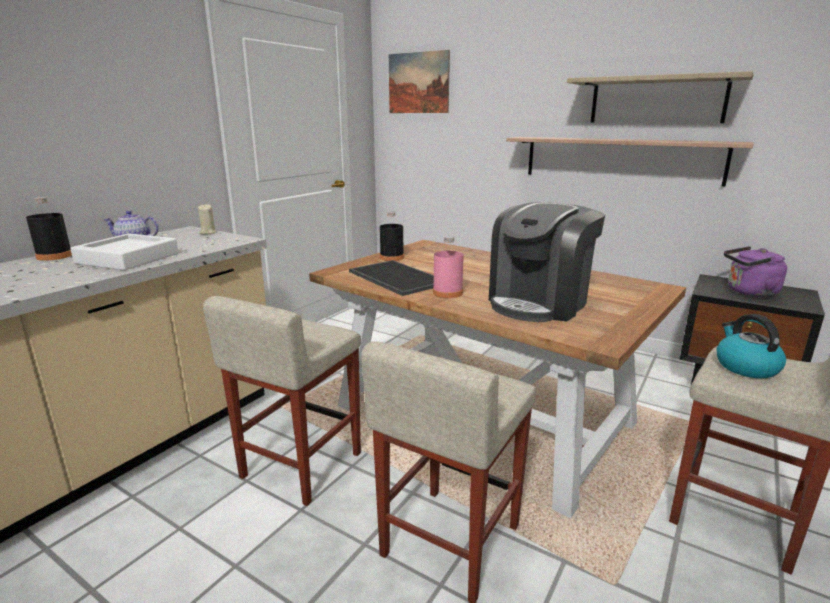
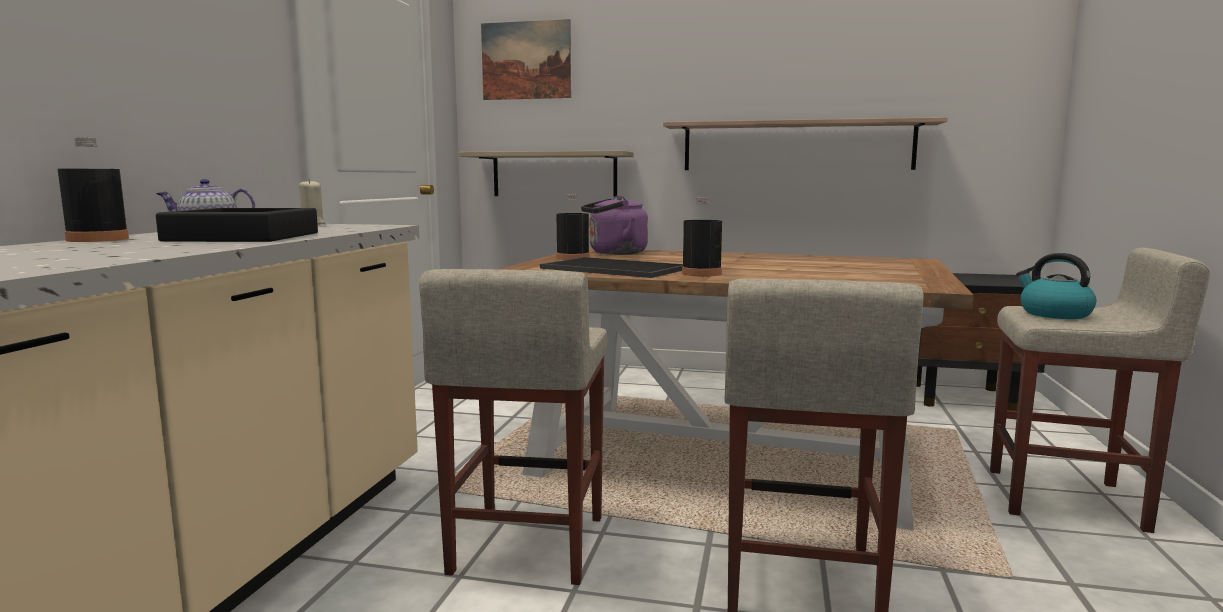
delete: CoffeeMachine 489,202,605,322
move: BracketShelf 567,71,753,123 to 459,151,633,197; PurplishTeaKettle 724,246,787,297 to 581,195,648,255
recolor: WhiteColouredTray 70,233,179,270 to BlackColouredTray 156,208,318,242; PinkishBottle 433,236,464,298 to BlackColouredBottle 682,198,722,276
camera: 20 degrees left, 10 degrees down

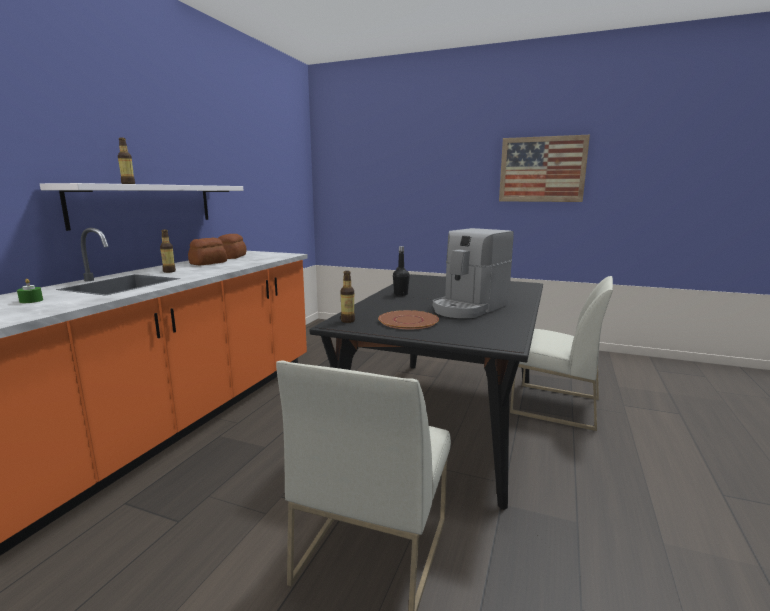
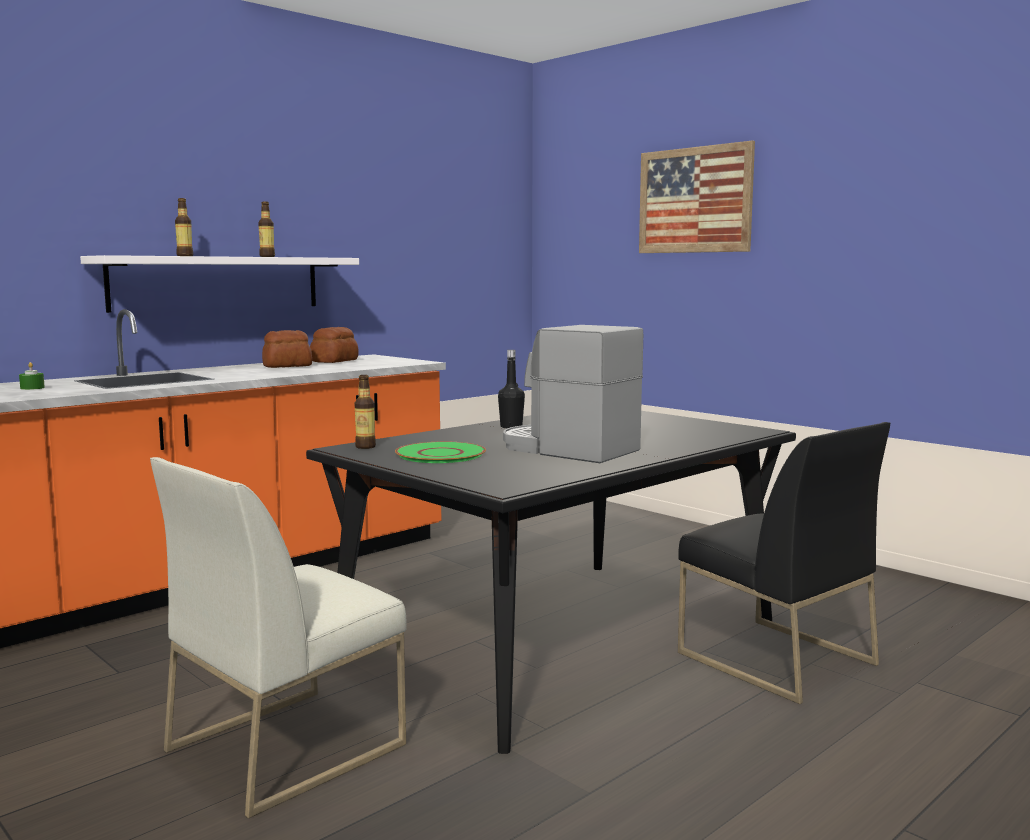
move: Bottle 160,229,176,273 to 258,201,275,257; WallPicture 499,135,590,202 to 639,141,755,253
recolor: BrownishDinnerPlate 378,310,439,329 to GreenColouredDinnerPlate 395,441,486,463; WhiteColouredChair 510,276,613,431 to BlackColouredChair 678,422,891,704
rotate: CoffeeMachine 432,228,514,318 = 503,325,643,463 60 degrees clockwise
camera: 25 degrees right, 5 degrees down

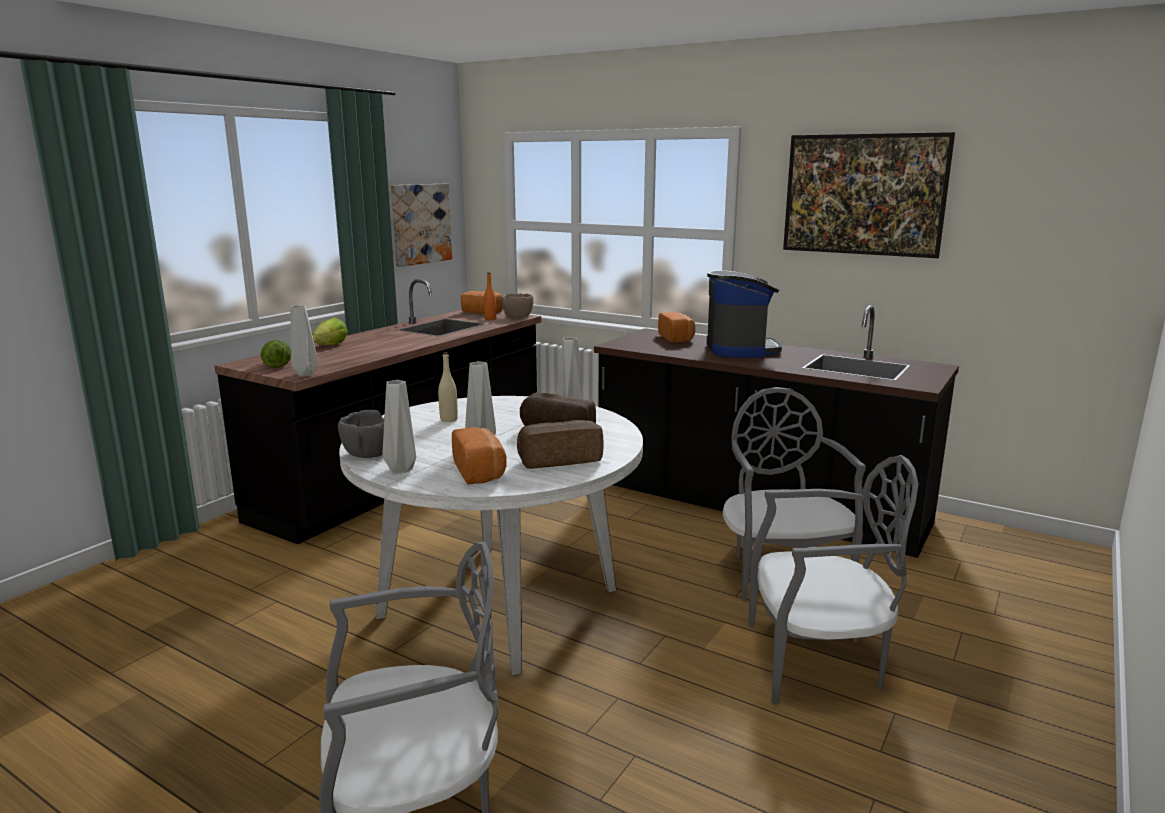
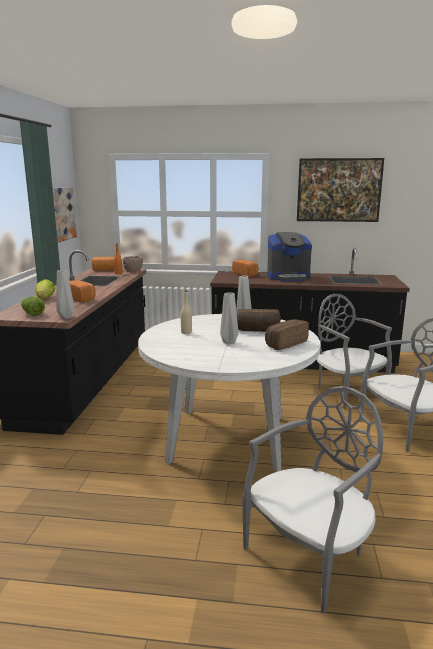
delete: GreyishServingBowl 338,410,384,458; GreyishVase 382,380,416,473
move: BakedBread 452,427,507,484 to 69,280,96,302
rotate: CoffeeMachine 707,270,782,358 = 267,232,312,281 105 degrees clockwise
camera: 25 degrees left, 0 degrees up

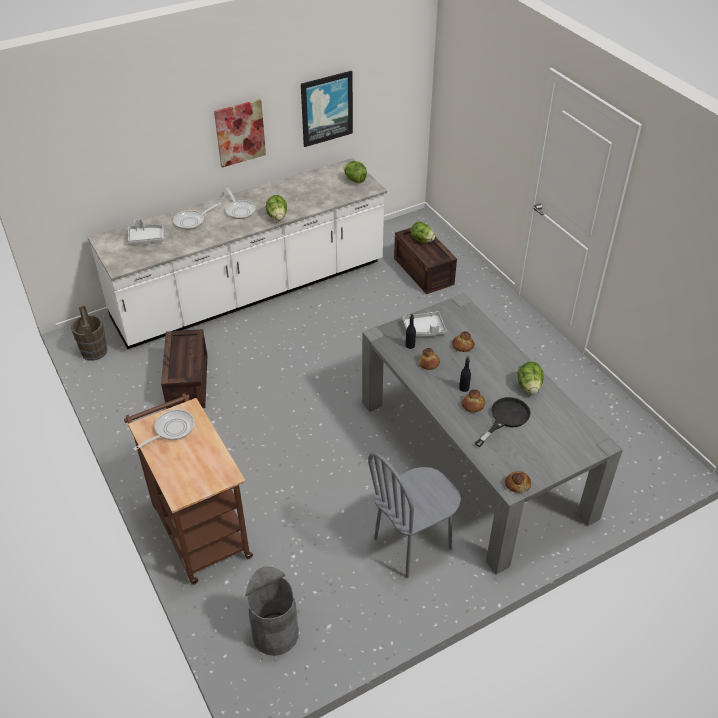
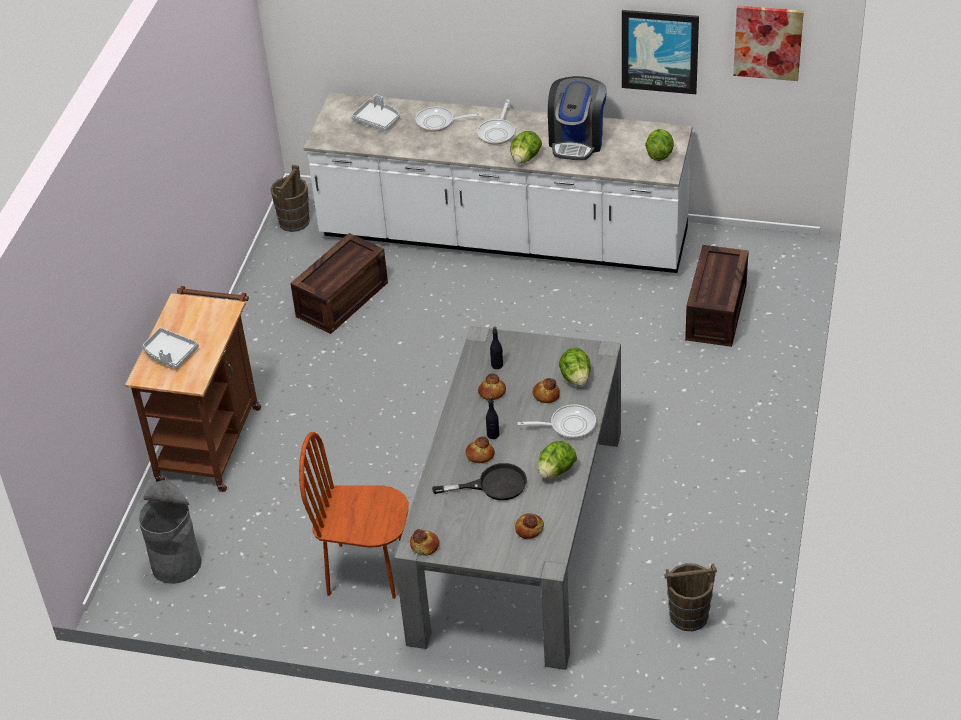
insert: BakedBread 515,513,544,539; CoffeeMachine 548,76,607,160; BrownishWaterBucket 665,563,717,631
move: Pan 133,409,194,451 to 517,404,596,439; WallPicture 214,99,266,168 to 733,5,804,81; GreyishTray 403,312,447,337 to 143,328,199,369; Lettuce 410,222,435,243 to 559,348,591,386
recolor: GreyishChair 368,452,461,578 to BrownishChair 299,432,409,599
camera: 45 degrees right, 0 degrees up

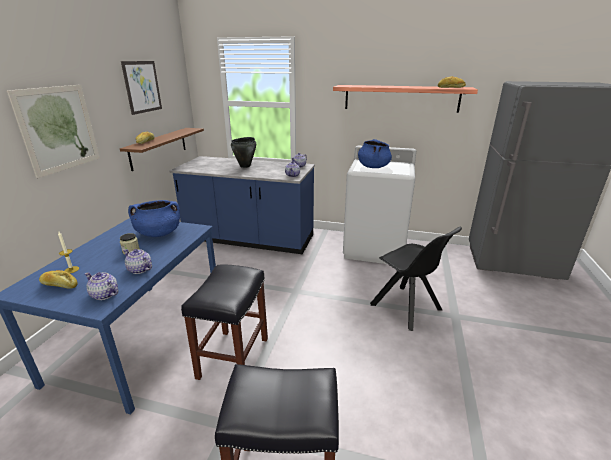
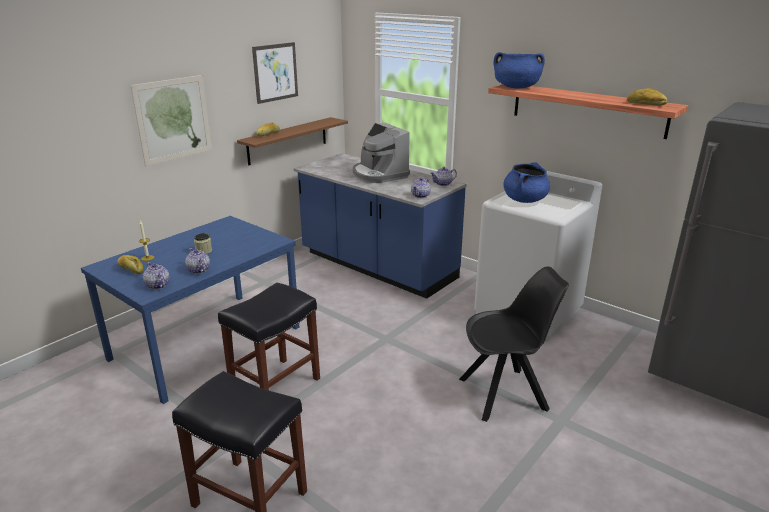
move: BluishStockpot 128,200,180,237 to 493,52,545,89
replace: BlackColouredStockpot 231,137,256,168 to CoffeeMachine 353,123,410,183
rotate: BlackColouredChair 370,227,462,331 = 459,267,569,422 90 degrees counterclockwise
camera: 25 degrees right, 0 degrees up

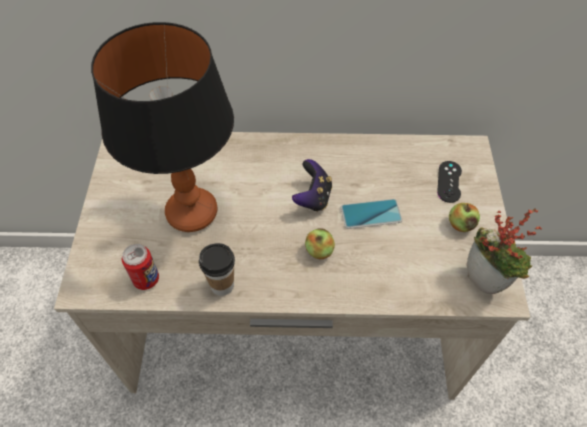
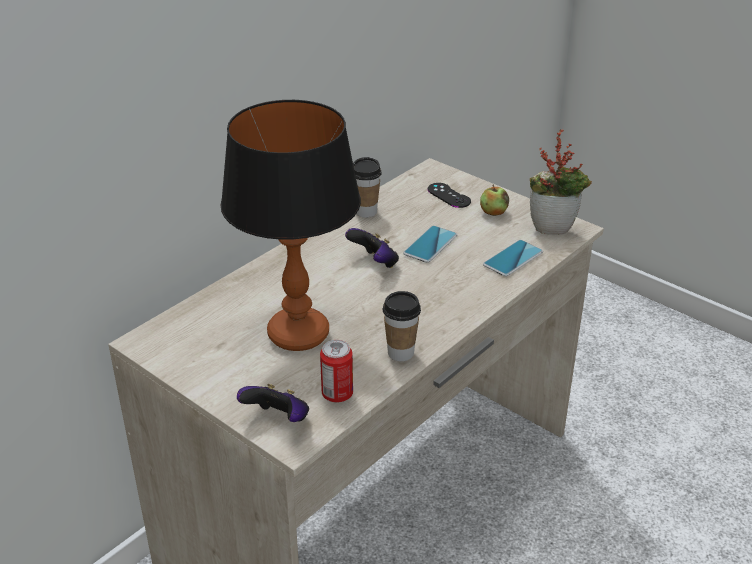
delete: AppleFruit 305,229,335,259
insert: GameController 237,384,309,422; DrinkingCup 353,157,382,218; Telephone 483,240,543,277
camera: 50 degrees left, 20 degrees down

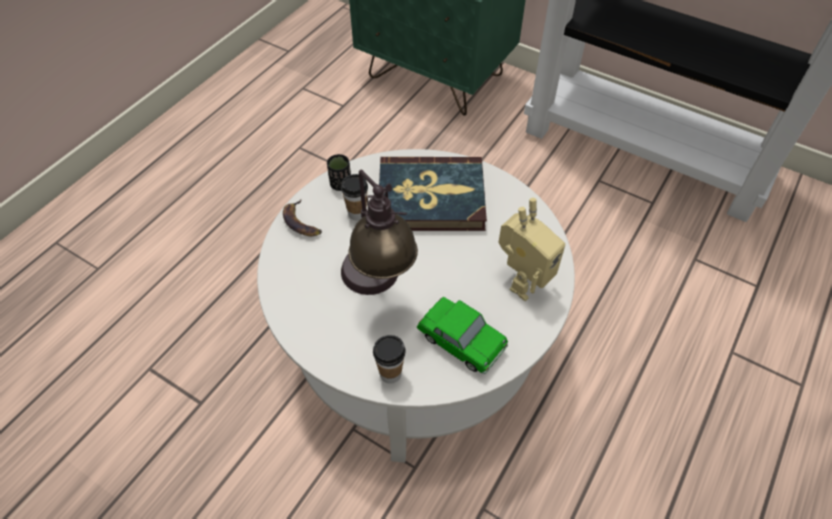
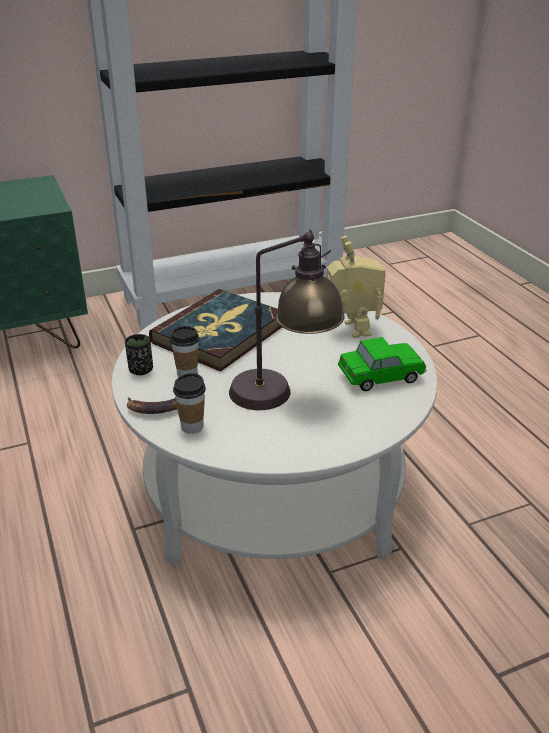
move: DrinkingCup 373,335,405,384 to 173,373,206,434
camera: 55 degrees left, 20 degrees down

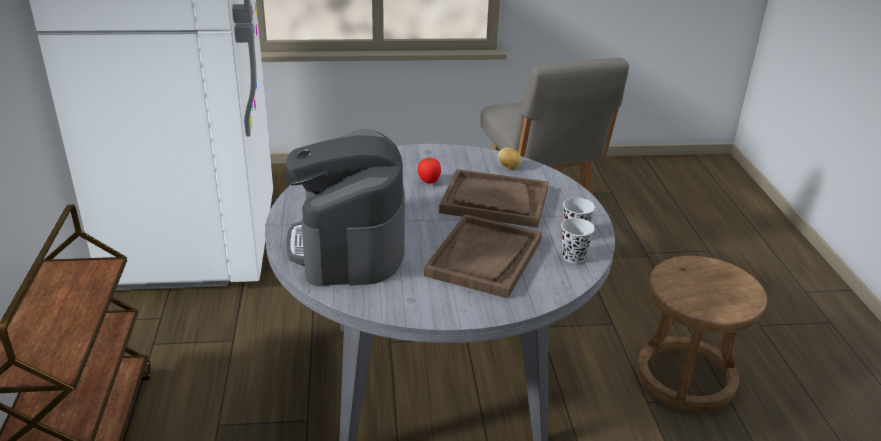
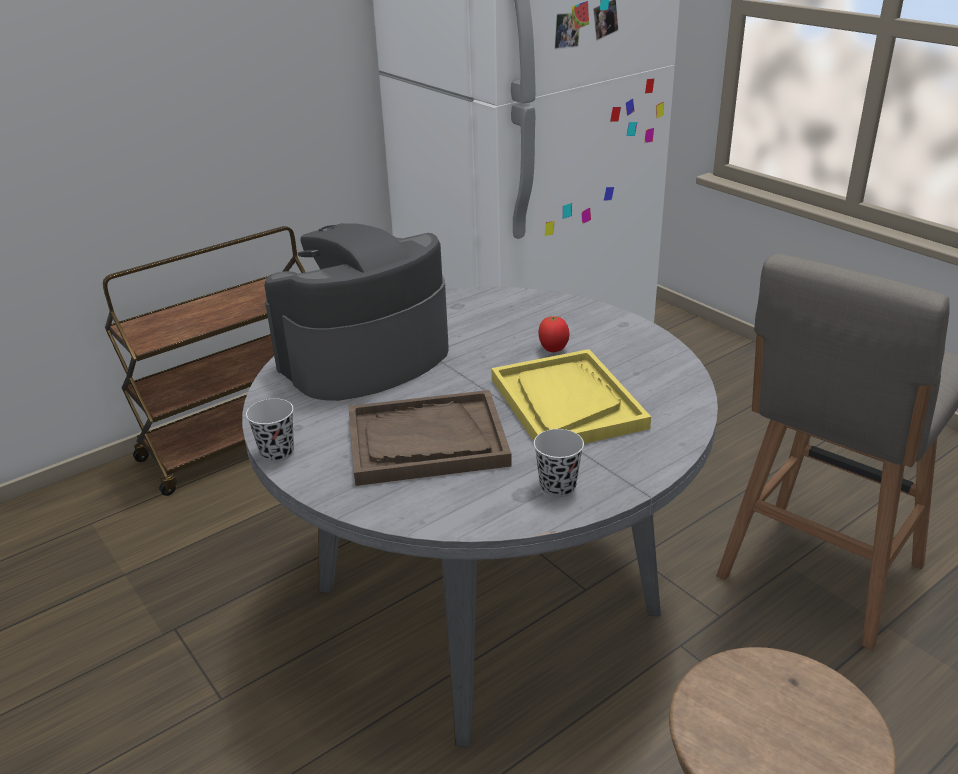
delete: Spud 498,147,522,169
move: BlackColouredDrinkingCup 561,218,595,264 to 246,399,294,463
recolor: BrownishTray 439,169,549,228 to YellowTray 491,349,651,444
camera: 60 degrees right, 0 degrees up

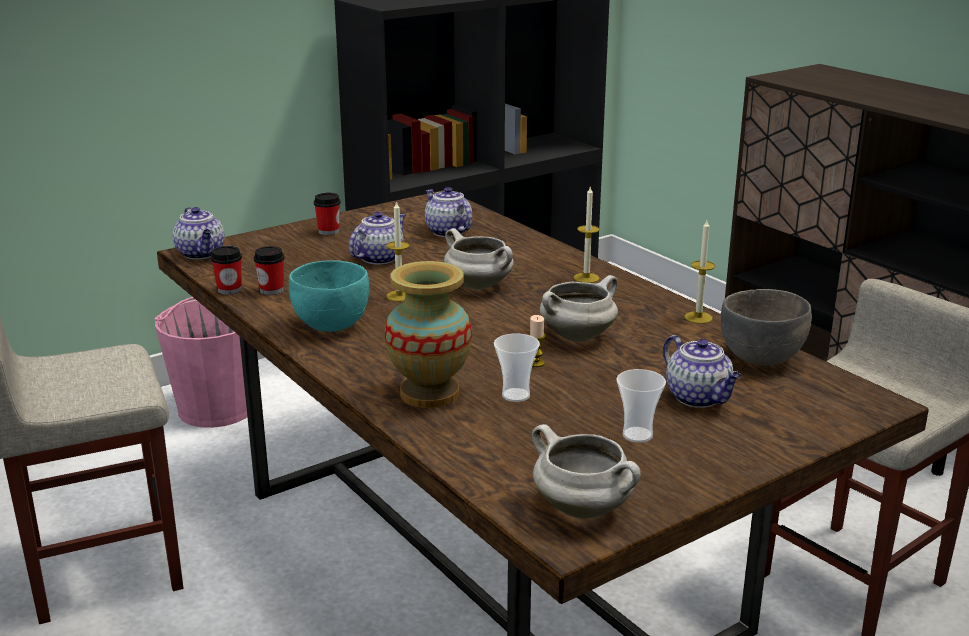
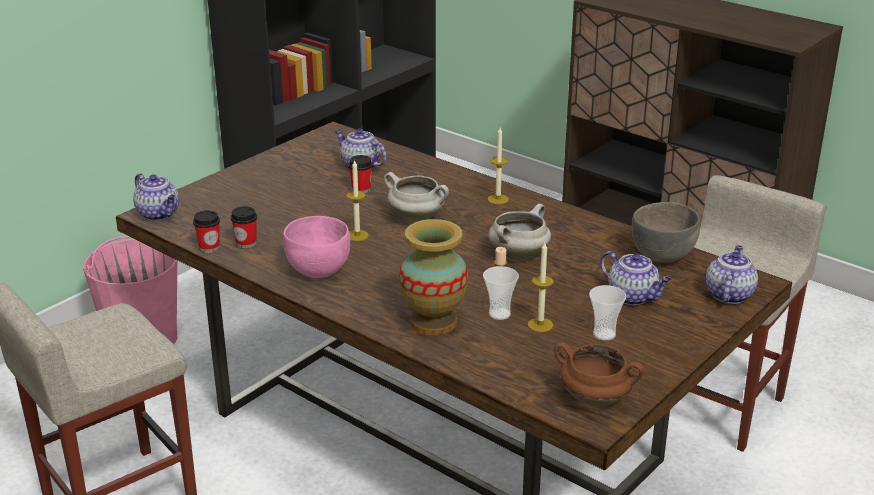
move: DrinkingCup 314,193,341,235 to 348,155,373,193; PotForTea 349,211,406,265 to 706,245,758,304; WaxCandle 685,220,715,324 to 528,243,554,332
recolor: TurquoiseServingBowl 289,261,369,332 to PinkishServingBowl 283,216,350,278; WhiteColouredStockpot 532,424,641,519 to BrownishStockpot 554,342,644,407
camera: 15 degrees left, 5 degrees up

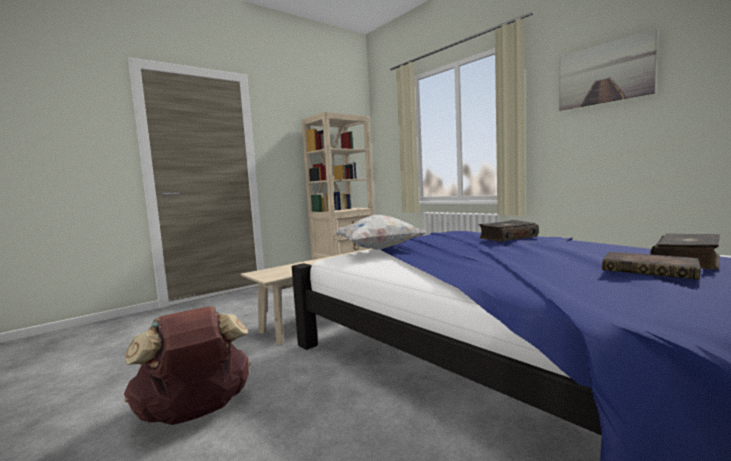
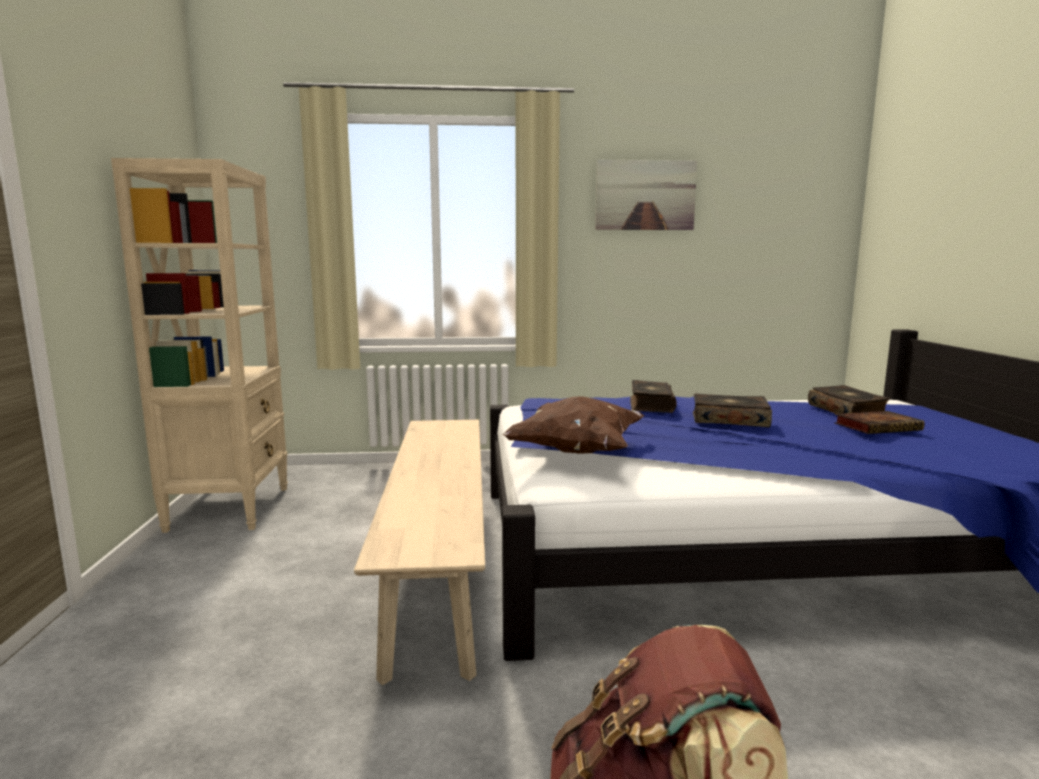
insert: Book 693,394,772,427
recolor: WhiteColouredThrowPillow 335,215,427,250 to BrownishThrowPillow 502,396,645,454
camera: 55 degrees left, 5 degrees up

